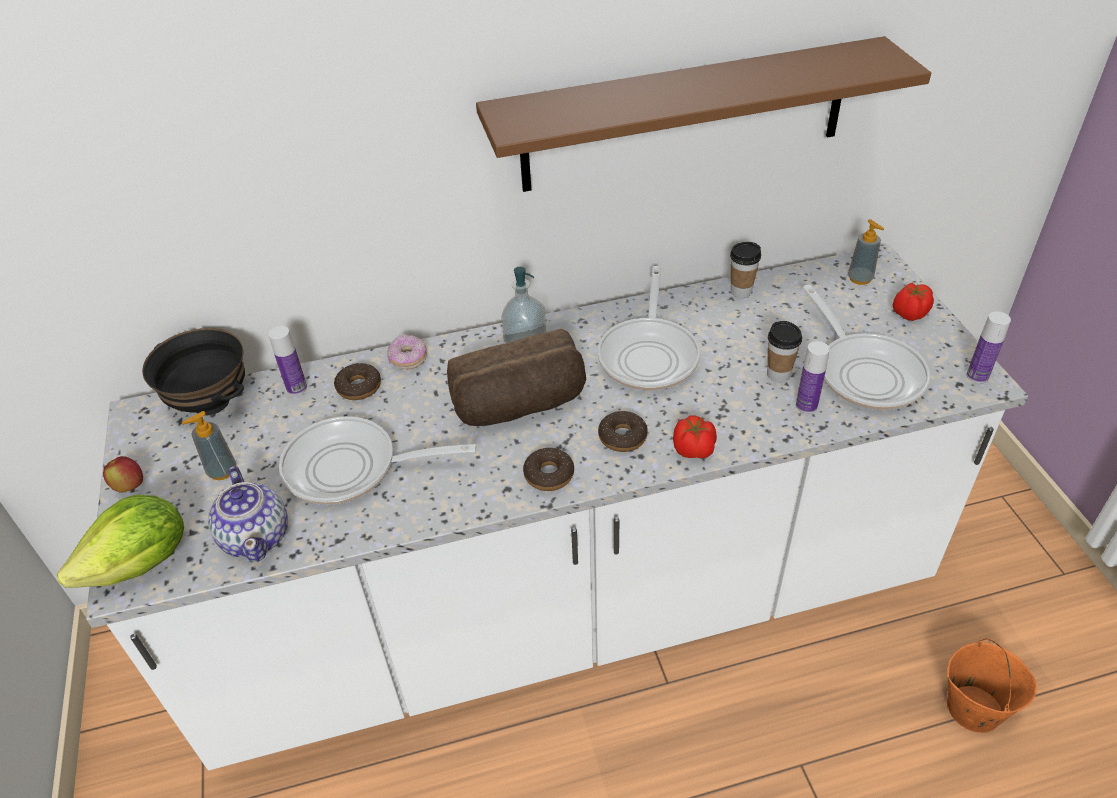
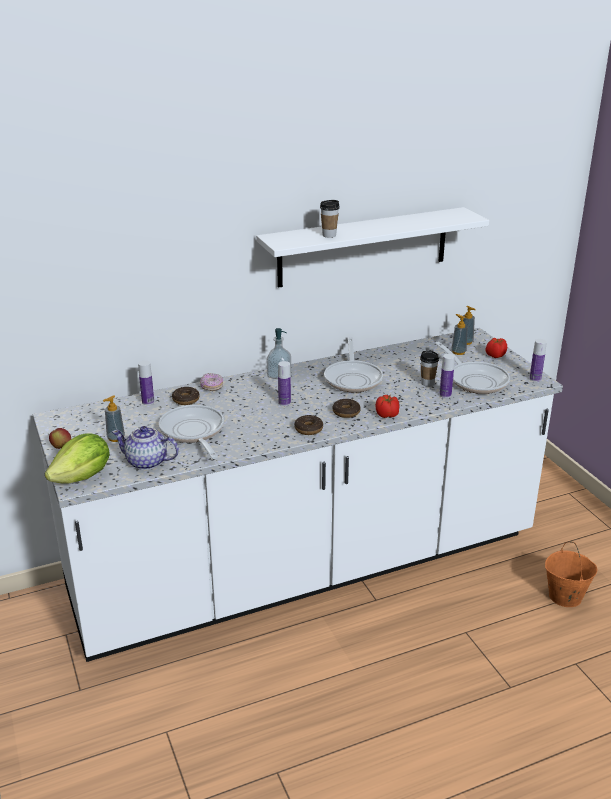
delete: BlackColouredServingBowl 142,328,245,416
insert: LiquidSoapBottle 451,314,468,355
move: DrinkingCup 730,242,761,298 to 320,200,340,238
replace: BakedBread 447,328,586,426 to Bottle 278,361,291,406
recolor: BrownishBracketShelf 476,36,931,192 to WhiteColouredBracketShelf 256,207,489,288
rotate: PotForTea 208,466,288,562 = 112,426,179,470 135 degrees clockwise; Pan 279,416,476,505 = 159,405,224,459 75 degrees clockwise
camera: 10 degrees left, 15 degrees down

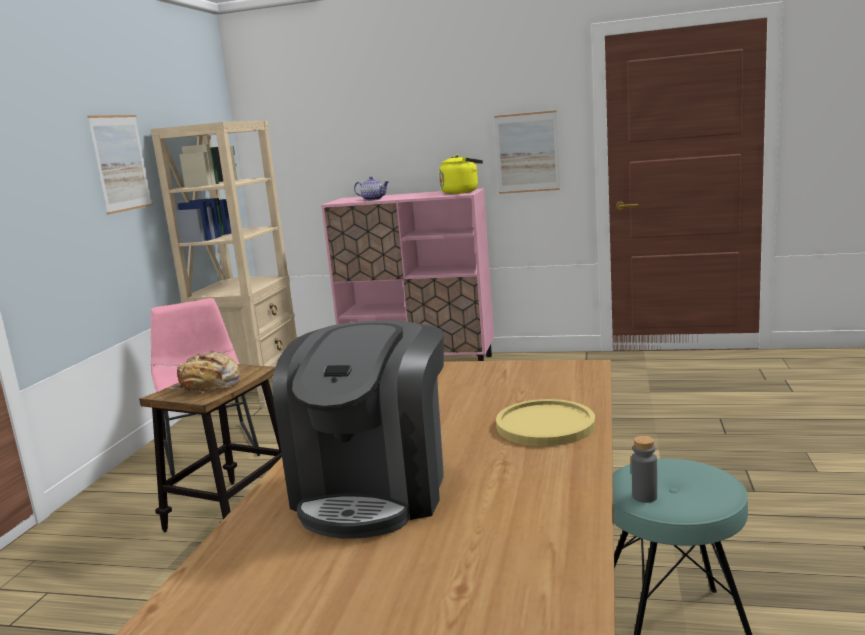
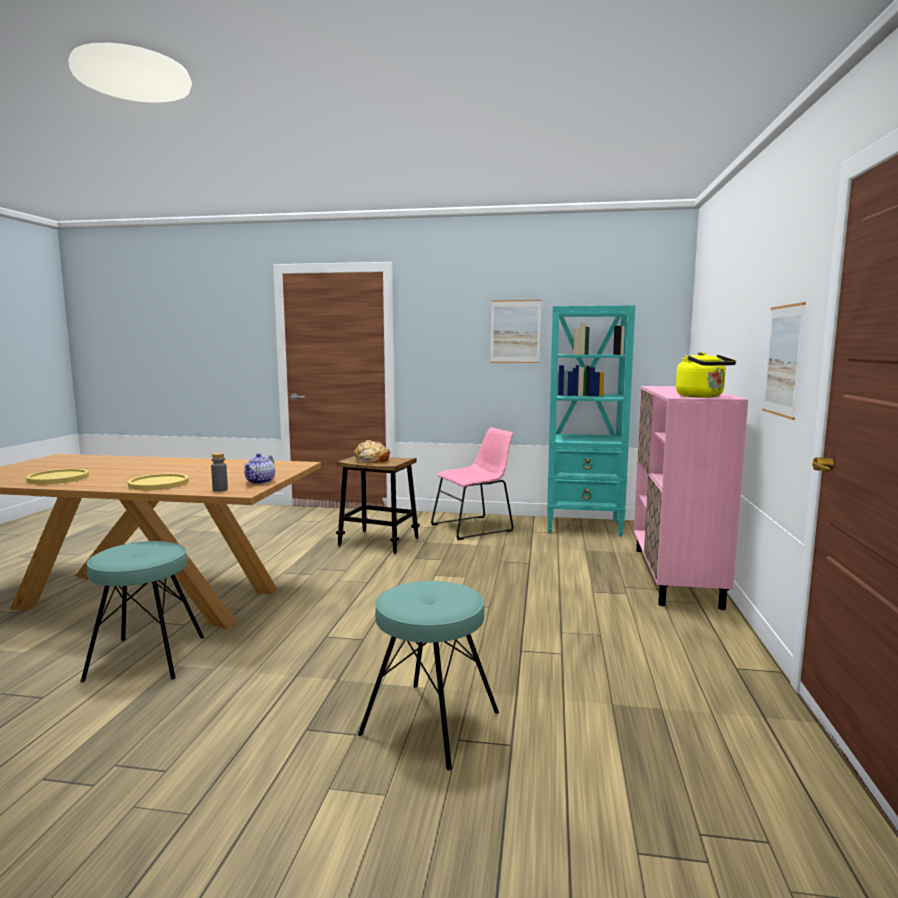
delete: CoffeeMachine 272,320,444,539
insert: YellowDinnerPlate 26,469,89,485; TurquoiseStool 358,581,499,771
move: PotForTea 354,176,389,201 to 244,453,275,484; GreyishBottle 632,436,657,503 to 211,453,228,492
recolor: SandColouredShelvingUnit 151,120,297,408 to TurquoiseShelvingUnit 547,305,635,537
camera: 85 degrees right, 5 degrees down

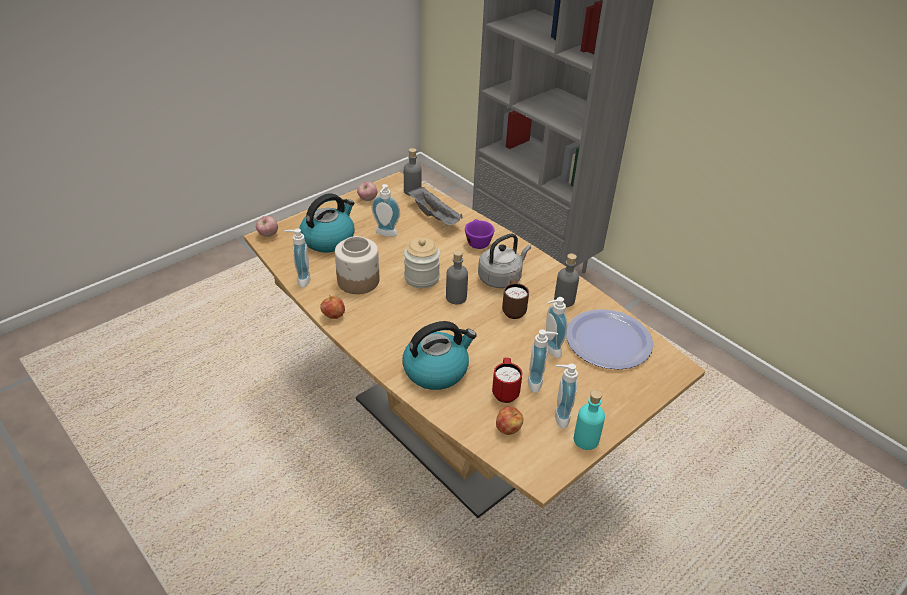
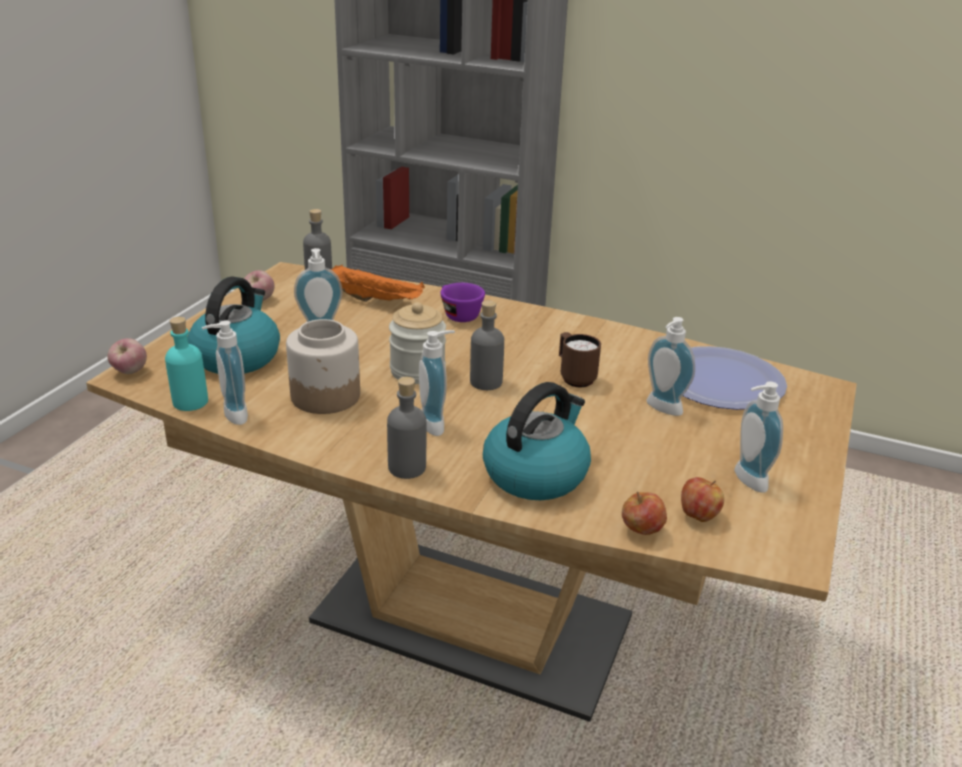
delete: GreyishTeaKettle 478,234,531,288; ReddishCoffeeMug 492,358,522,403
move: AppleFruit 320,295,345,319 to 622,492,667,535; LiquidSoapBottle 528,329,558,393 to 419,330,455,436; GreyishBottle 554,253,579,307 to 387,377,426,479; TurquoiseBottle 574,390,605,450 to 165,317,208,411
recolor: GreyishTray 408,187,463,225 to OrangeTray 330,264,425,302
camera: 25 degrees left, 10 degrees down

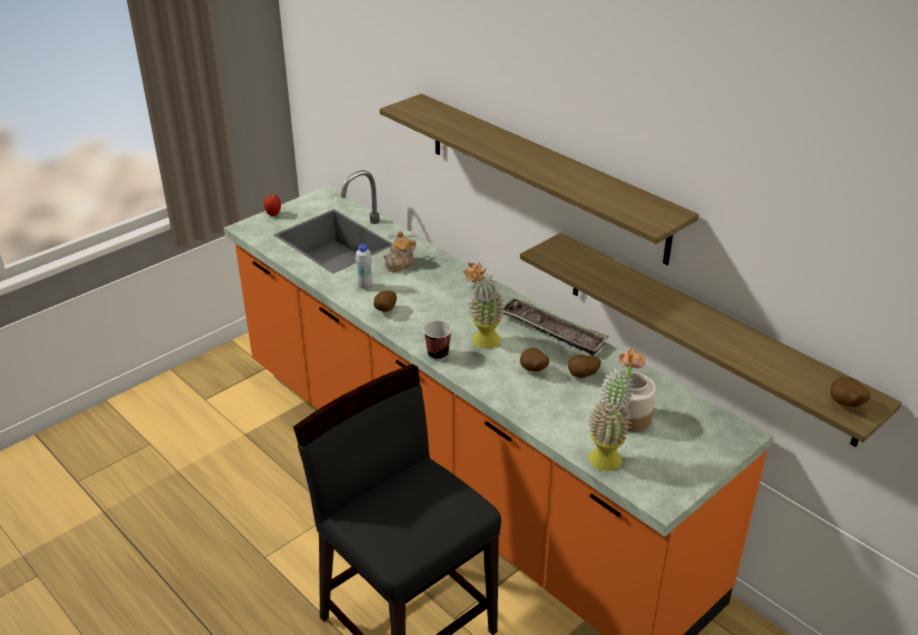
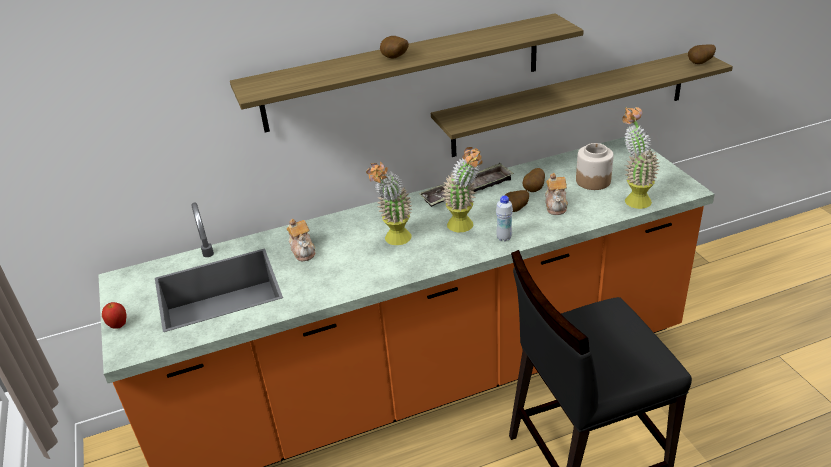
delete: DrinkingCup 423,321,452,360
insert: Houseplant 366,161,412,245; PotForTea 545,173,568,215
move: WhiteColouredBottle 355,244,373,289 to 496,196,513,241; Spud 374,290,397,312 to 380,36,409,59
camera: 65 degrees left, 0 degrees up

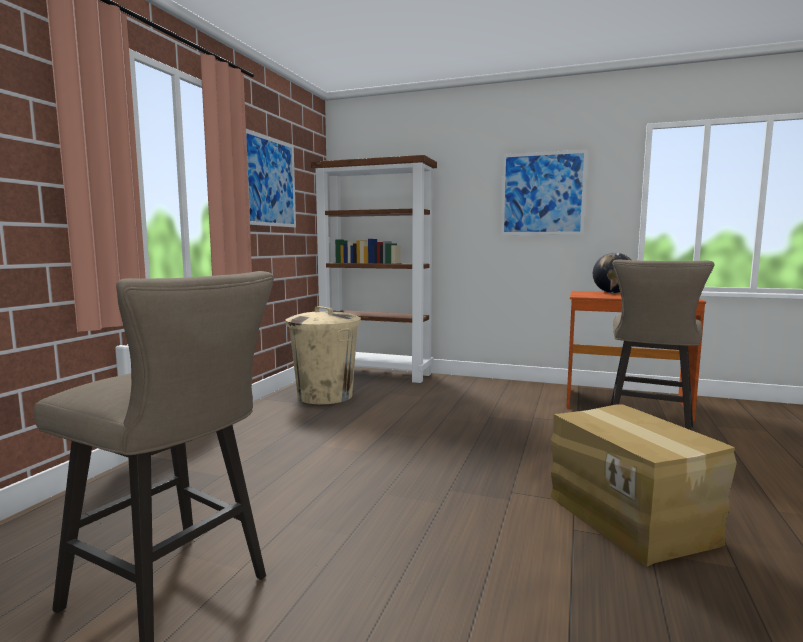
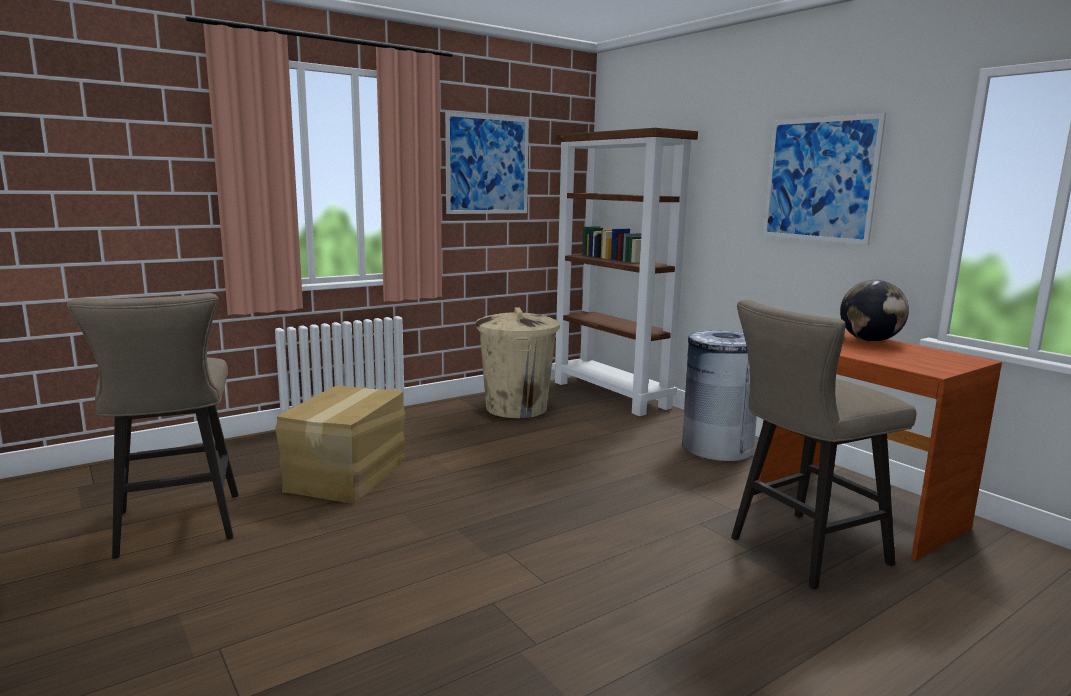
insert: GreyishWasteBin 682,331,757,462
move: Carton 550,405,737,567 to 276,385,405,503
camera: 35 degrees right, 5 degrees up

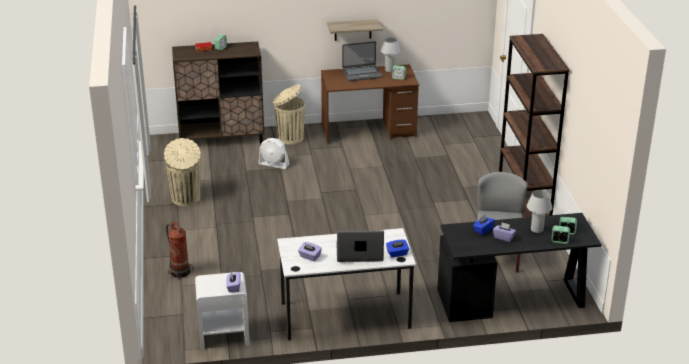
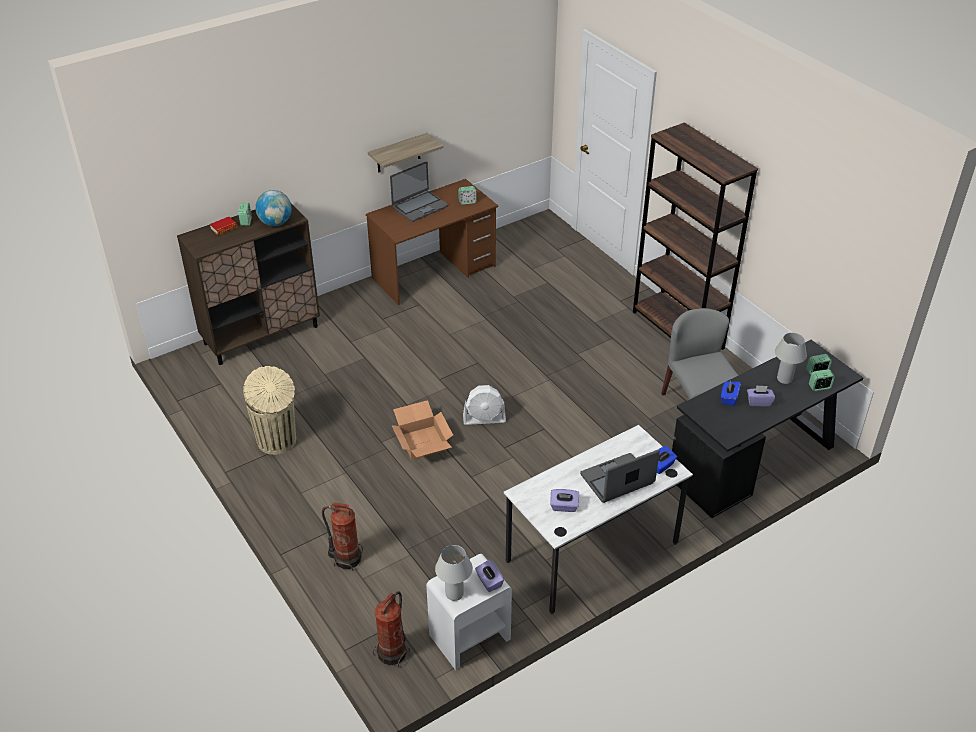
delete: SandColouredWasteBin 272,84,306,145
insert: WorldGlobe 255,190,292,226; Extinguisher 373,591,410,667; Carton 392,400,453,460
move: WhiteColouredCoolingFan 258,138,290,169 to 463,385,506,425; WhiteColouredTableLamp 381,37,400,72 to 435,545,473,601
camera: 25 degrees left, 10 degrees up

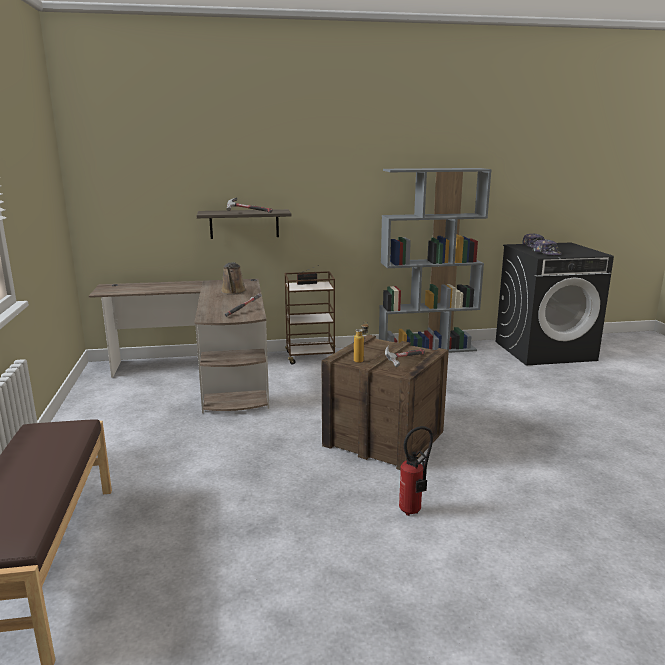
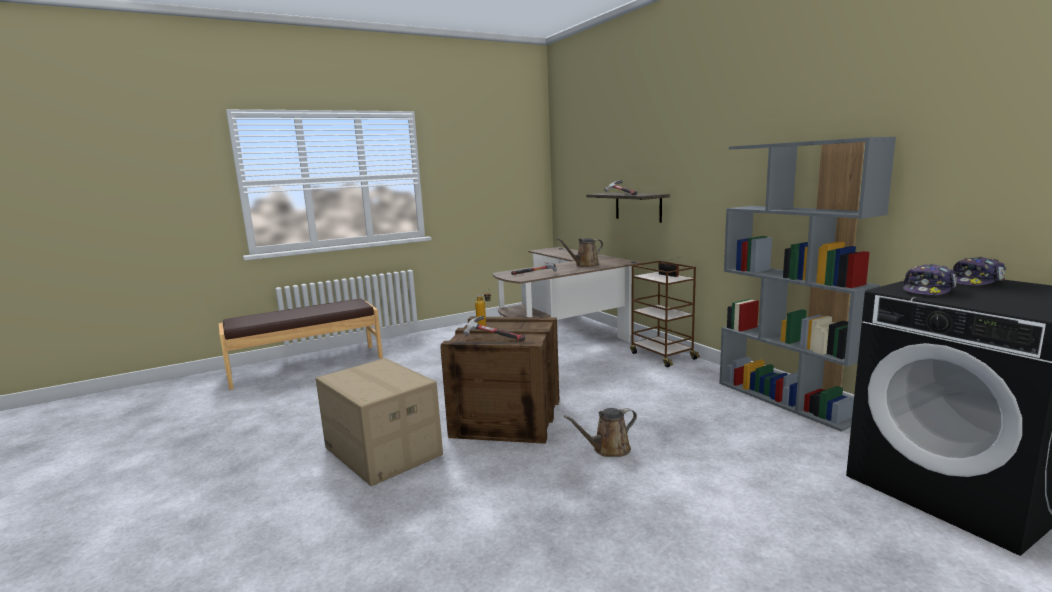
insert: BrownishWateringPot 564,408,637,457
replace: Extinguisher 399,426,433,516 to Carton 316,358,443,486
camera: 70 degrees right, 5 degrees down

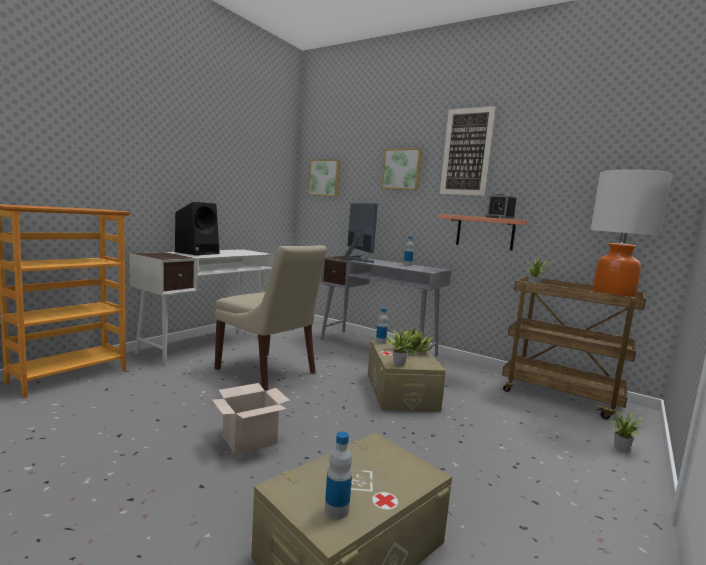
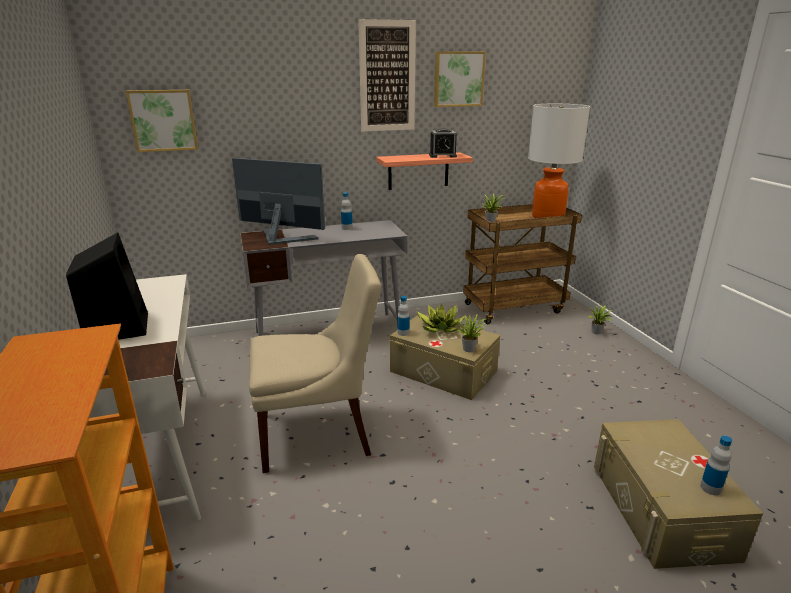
delete: Carton 212,383,290,455
move: WallPicture 381,148,422,190 to 434,51,486,107
camera: 50 degrees left, 15 degrees up

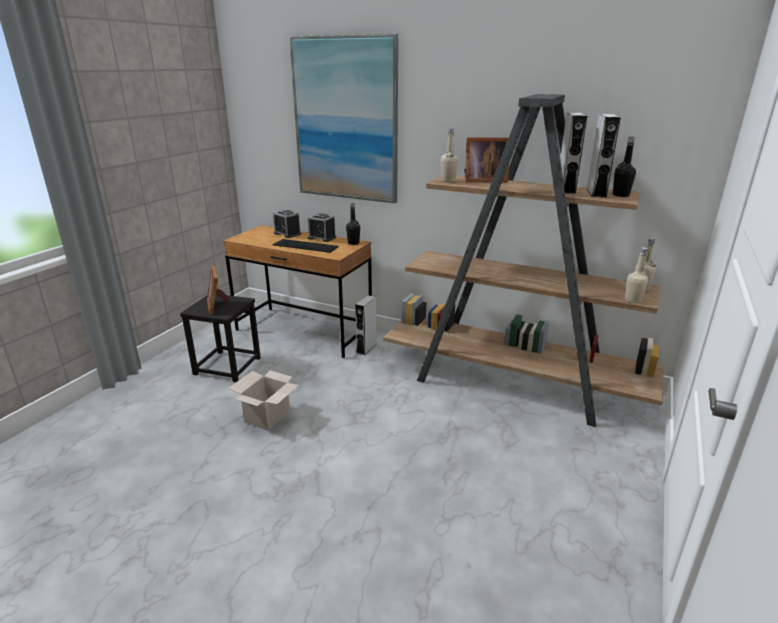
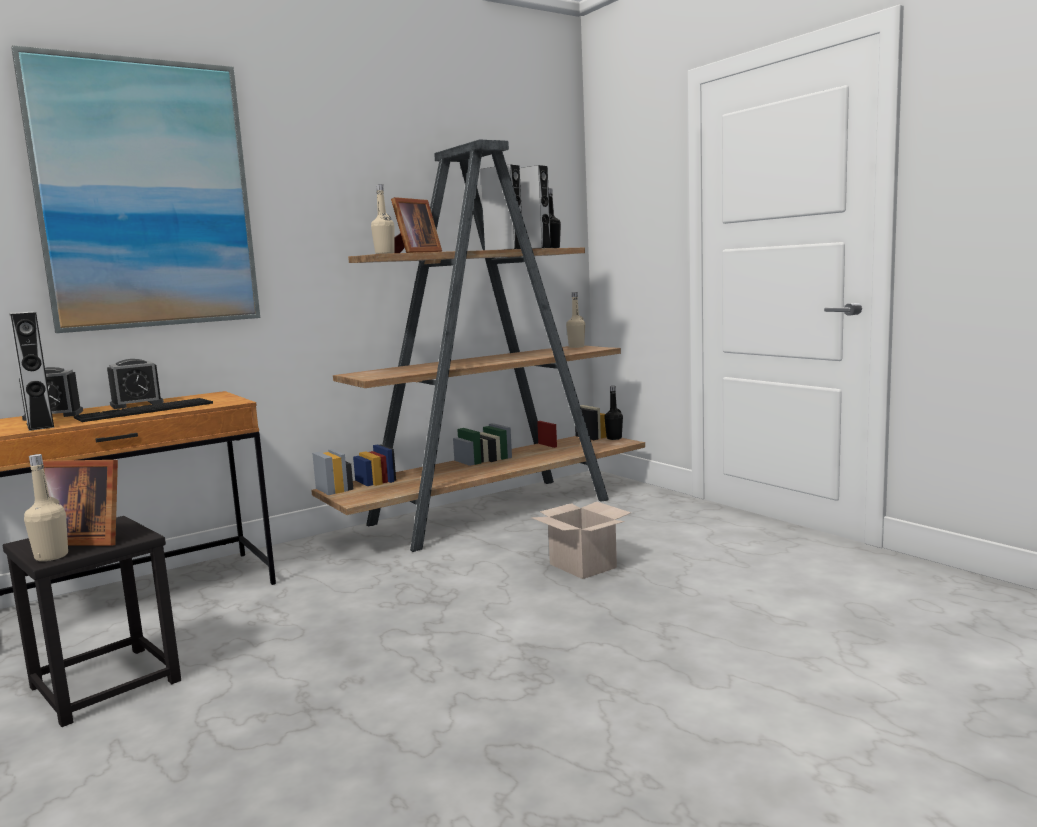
move: Carton 229,371,299,431 to 531,502,631,579; BlackColouredBottle 346,203,360,245 to 604,386,623,440; GreyishAudioSpeaker 355,295,377,355 to 9,312,54,431; SandColouredBottle 625,247,648,303 to 24,454,68,561
camera: 60 degrees left, 15 degrees down

